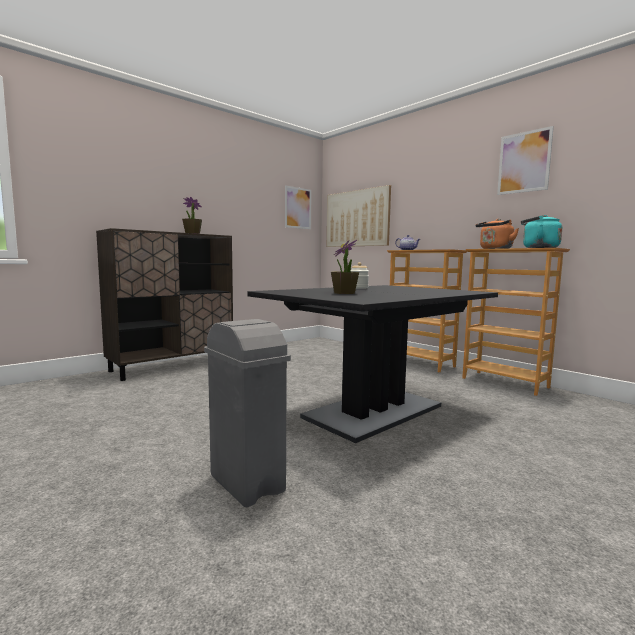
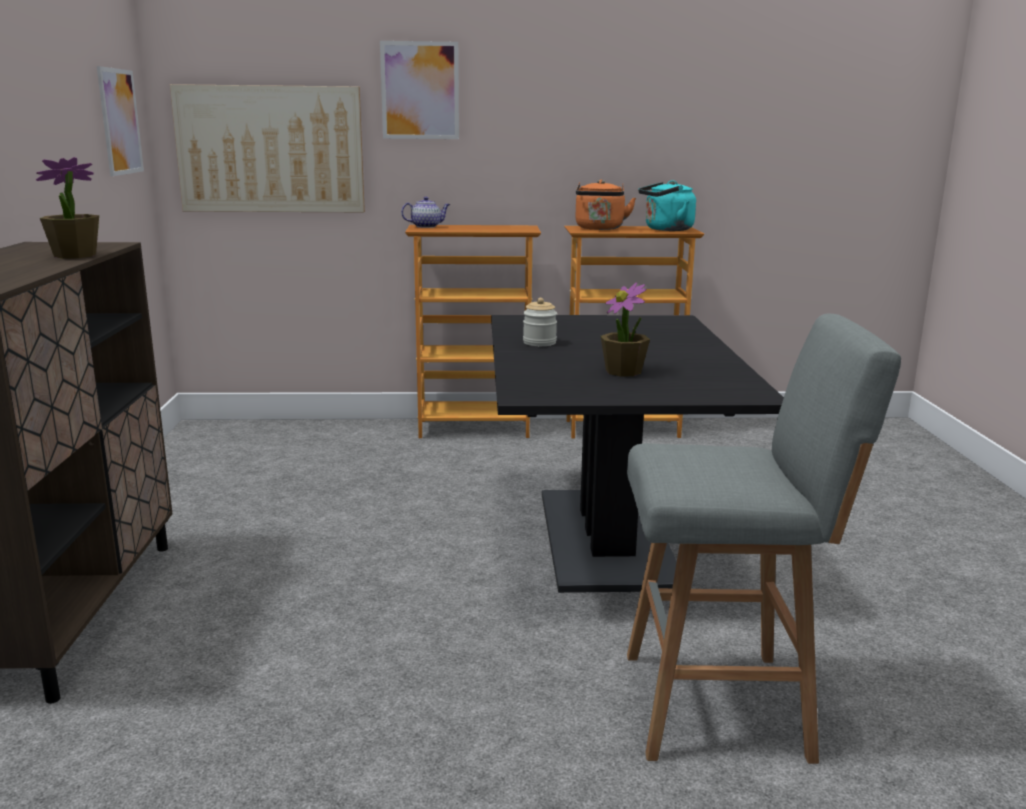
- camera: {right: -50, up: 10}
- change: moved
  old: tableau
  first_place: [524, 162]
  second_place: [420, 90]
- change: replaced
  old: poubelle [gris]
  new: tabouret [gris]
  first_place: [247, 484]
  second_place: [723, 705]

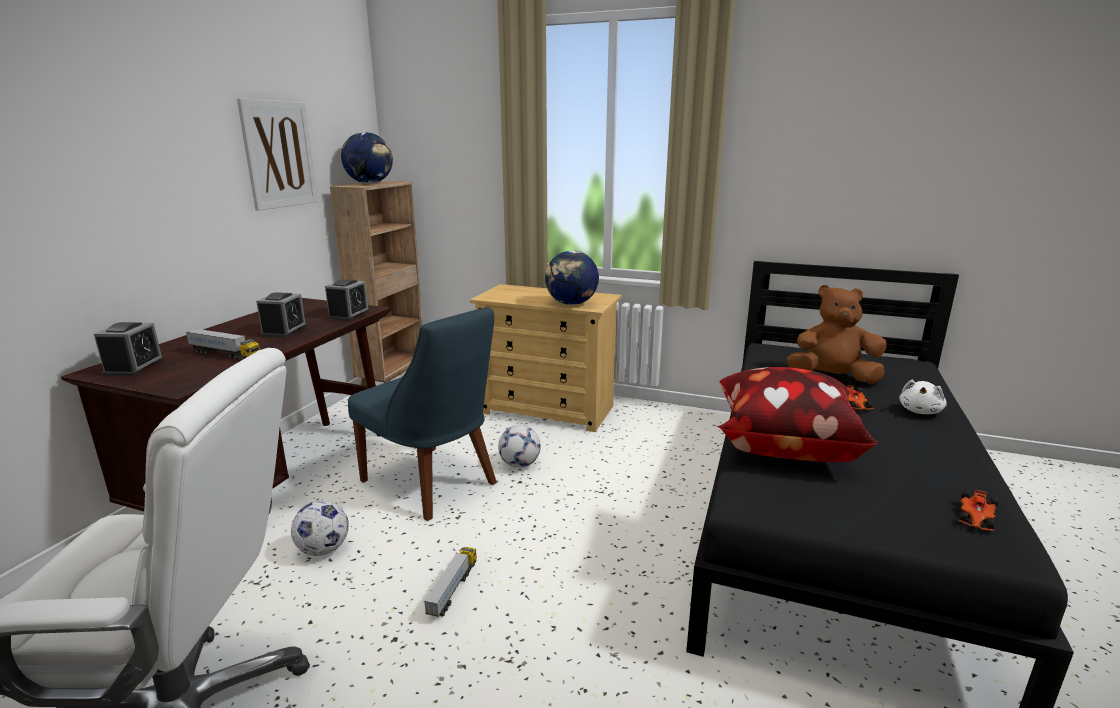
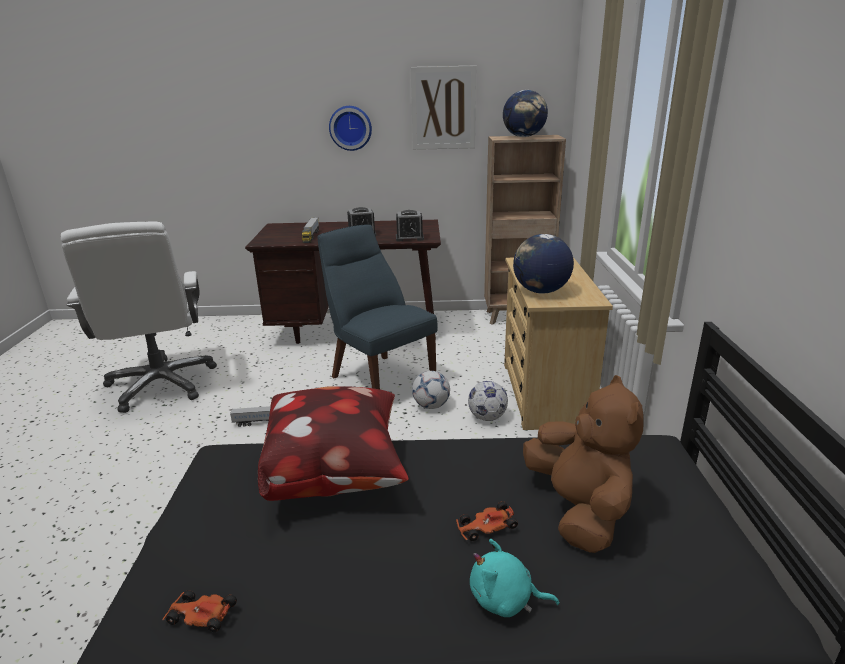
- camera: {right: 70, up: 5}
- change: turned
  old: chaise [bleu]
  first_place: [433, 484]
  second_place: [379, 379]
  degrees: 120
- change: added
  new: horloge murale
  second_place: [350, 128]
- change: moved
  old: ballon de foot
  first_place: [323, 549]
  second_place: [487, 417]
- change: recoloured
  old: peluche [blanc]
  new: peluche [turquoise]
  first_place: [920, 411]
  second_place: [505, 600]
- change: removed
  old: réveil
  first_place: [134, 367]

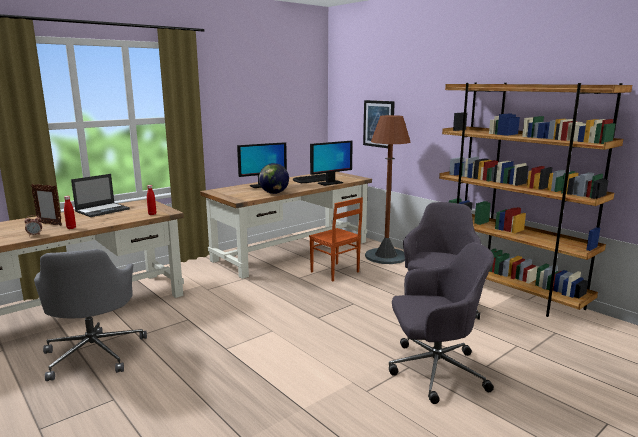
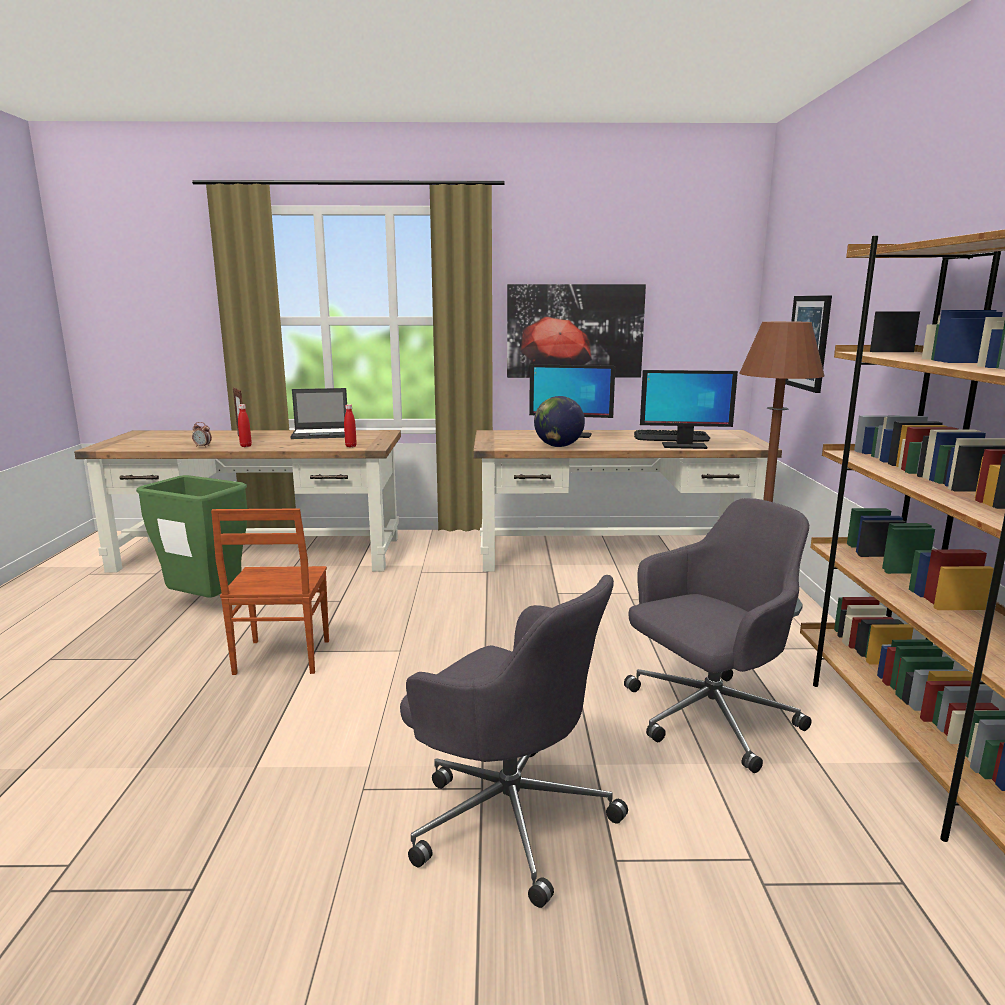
- camera: {right: 40, up: 0}
- change: replaced
  old: chaise de bureau [gris]
  new: poubelle [vert]
  first_place: [94, 353]
  second_place: [205, 604]
- change: moved
  old: chaise [marron]
  first_place: [335, 272]
  second_place: [280, 658]
- change: added
  new: tableau
  second_place: [574, 331]

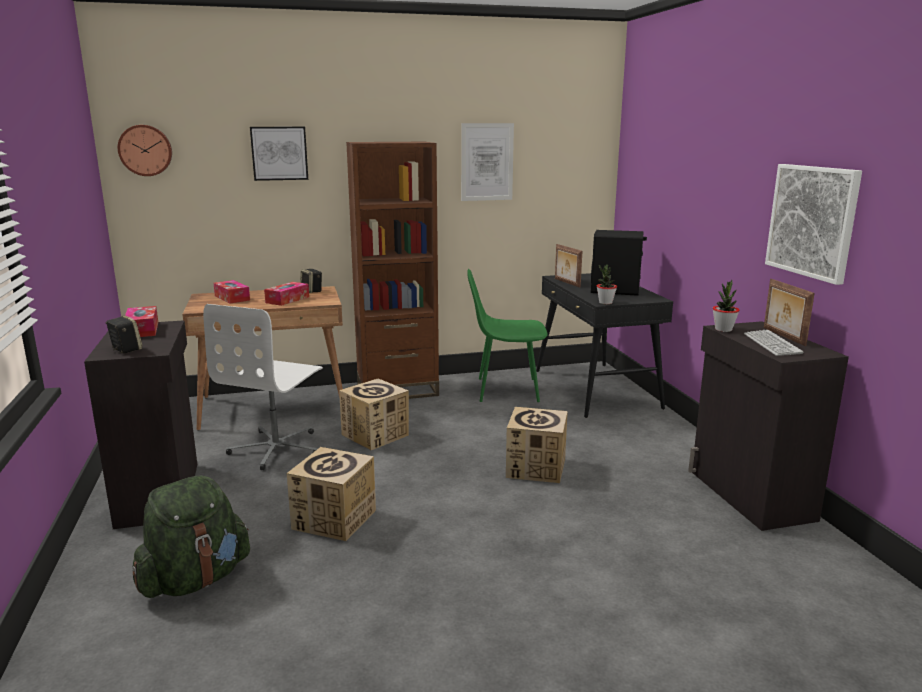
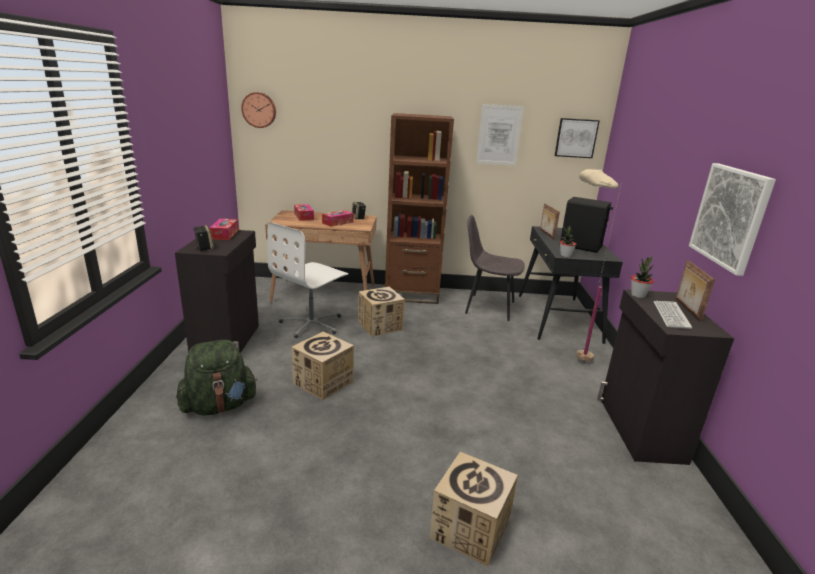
- camera: {right: 15, up: 5}
- change: moved
  old: carton
  first_place: [536, 468]
  second_place: [470, 529]
- change: recoloured
  old: chaise [vert]
  new: chaise [gris]
  first_place: [505, 390]
  second_place: [488, 307]
- change: moved
  old: tableau
  first_place: [279, 153]
  second_place: [576, 138]
- change: added
  new: lampadaire [beige]
  second_place: [569, 356]

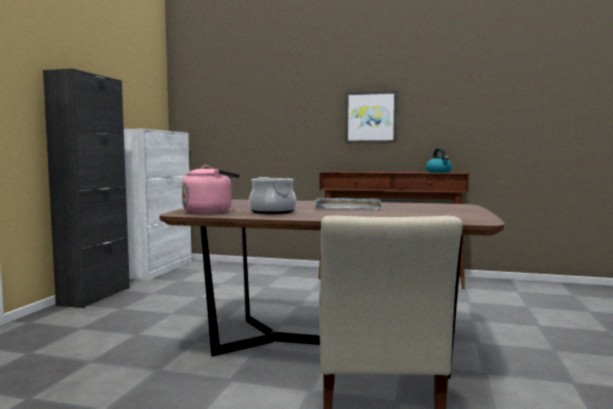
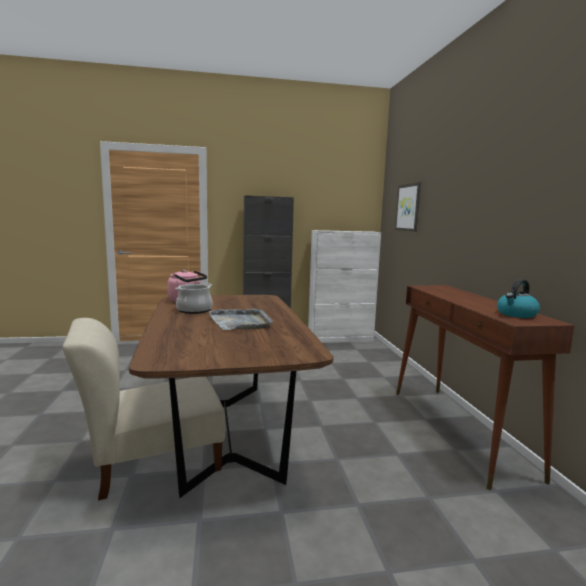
- camera: {right: 65, up: 5}
- change: moved
  old: tableau
  first_place: [371, 117]
  second_place: [408, 207]

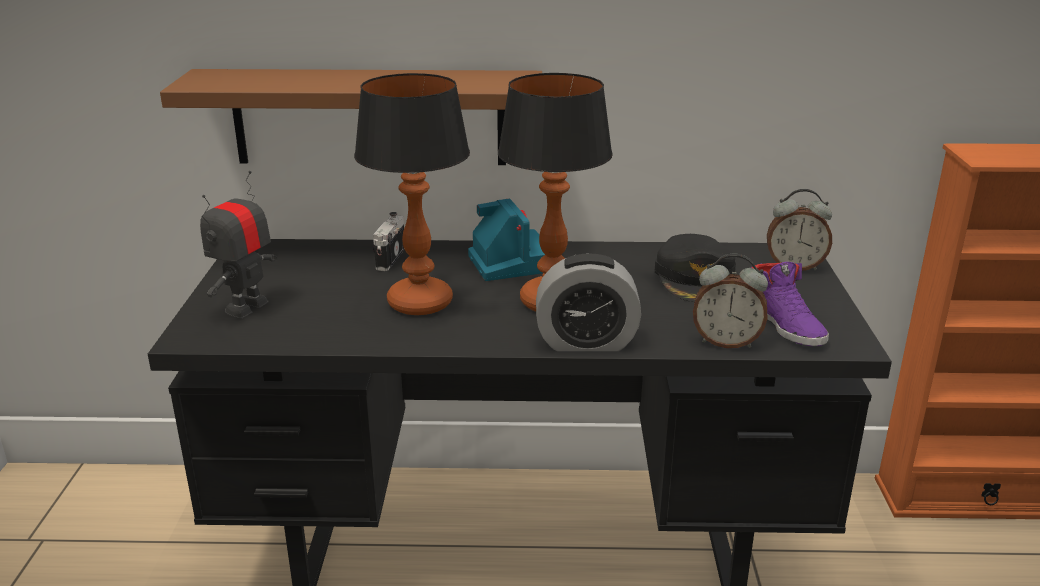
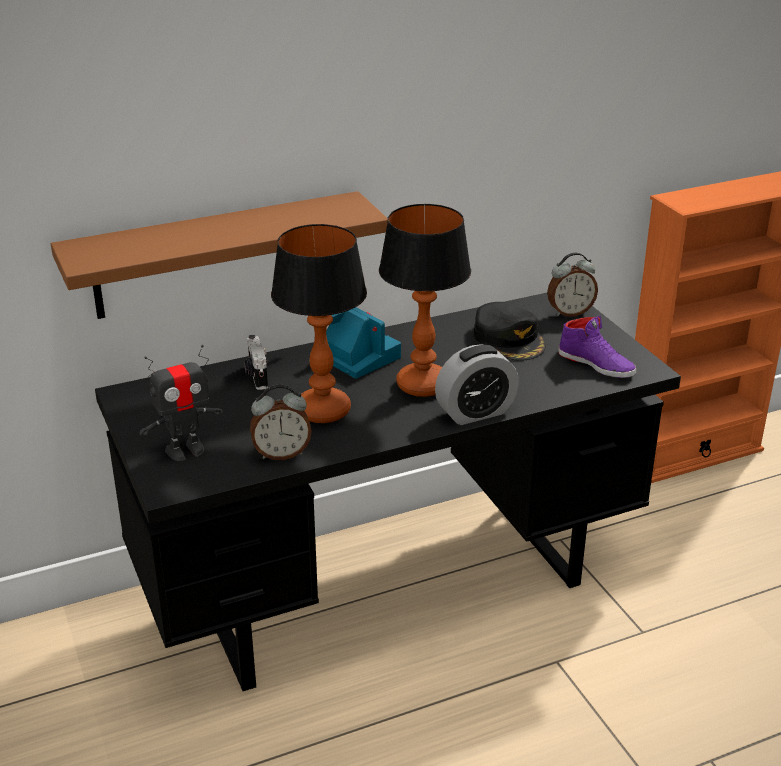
- camera: {right: -25, up: 5}
- change: turned
  old: robot jouet
  first_place: [246, 307]
  second_place: [185, 450]
  degrees: -120
- change: moved
  old: réveil
  first_place: [726, 342]
  second_place: [281, 454]

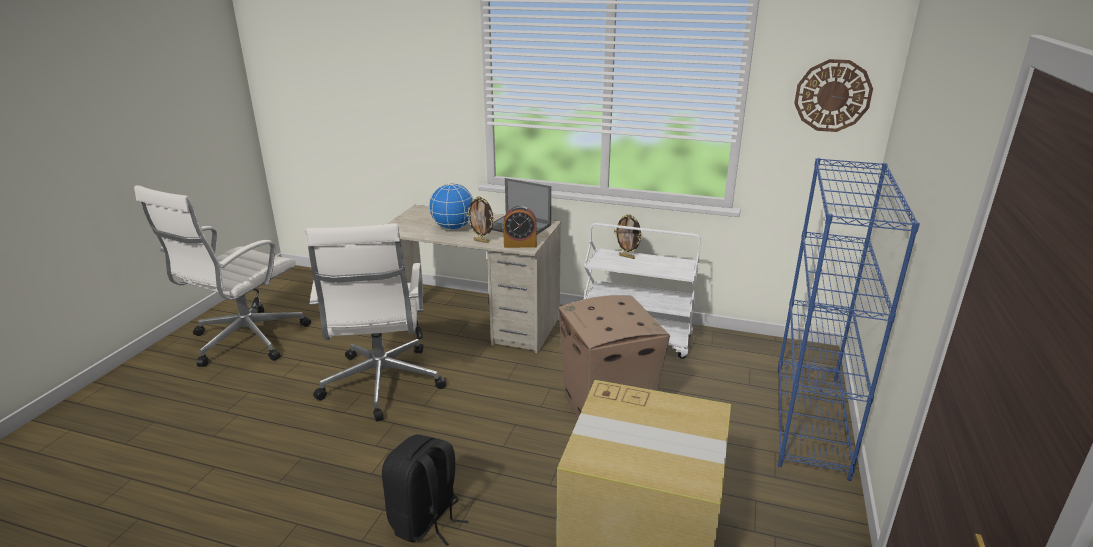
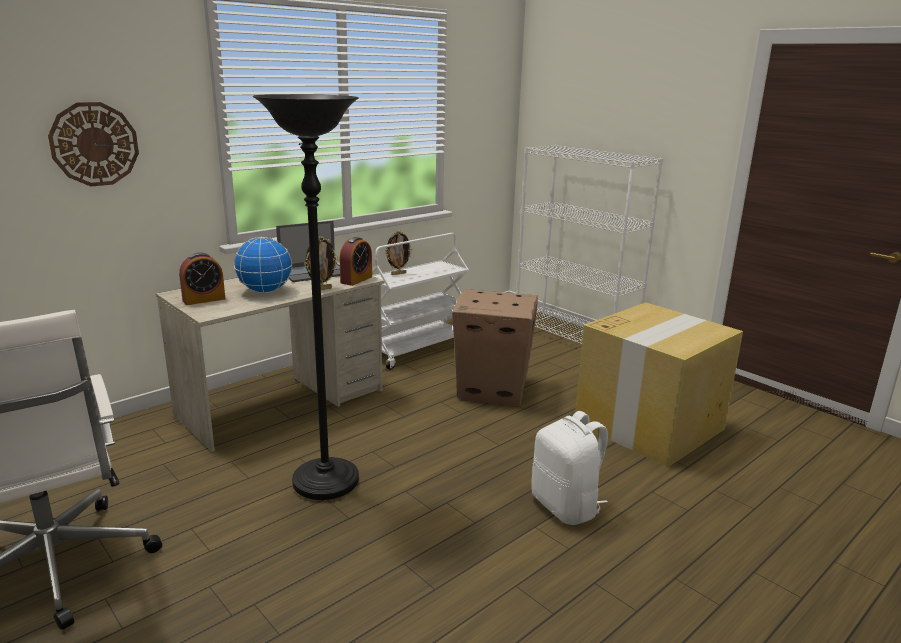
- camera: {right: -60, up: -5}
- change: moved
  old: horloge murale
  first_place: [832, 95]
  second_place: [94, 144]
- change: added
  new: réveil
  second_place: [204, 299]
- change: replaced
  old: chaise de bureau [blanc]
  new: lampadaire [noir]
  first_place: [381, 385]
  second_place: [326, 482]
- change: recoloured
  old: bibliothèque [bleu]
  new: bibliothèque [blanc]
  first_place: [811, 420]
  second_place: [574, 337]
- change: recoloured
  old: sac à dos [noir]
  new: sac à dos [blanc]
  first_place: [426, 520]
  second_place: [566, 507]

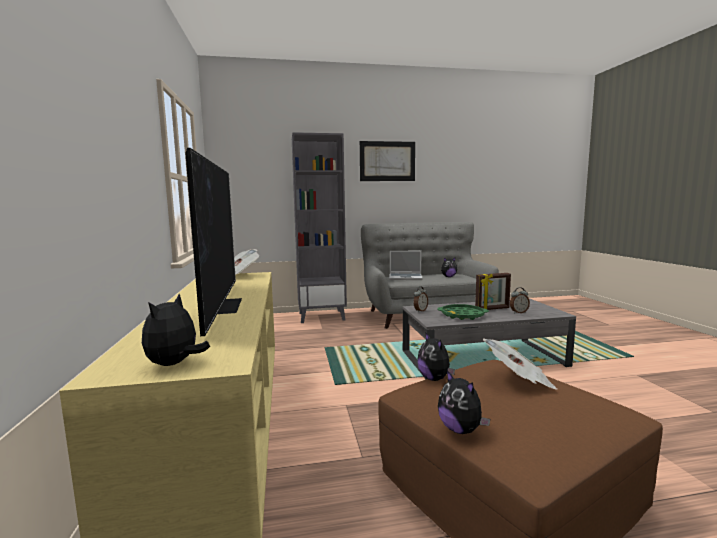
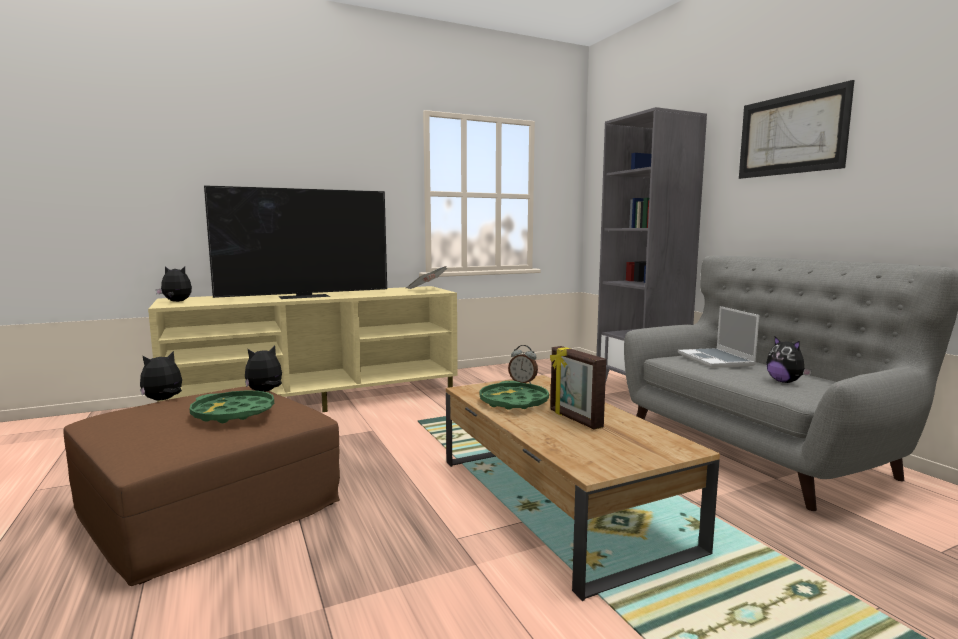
- camera: {right: 75, up: 0}
- change: replaced
  old: journal
  new: plateau [vert]
  first_place: [518, 380]
  second_place: [233, 413]
- change: recoloured
  old: table basse [gris]
  new: table basse [marron]
  first_place: [483, 358]
  second_place: [558, 502]
- change: removed
  old: réveil
  first_place: [518, 312]

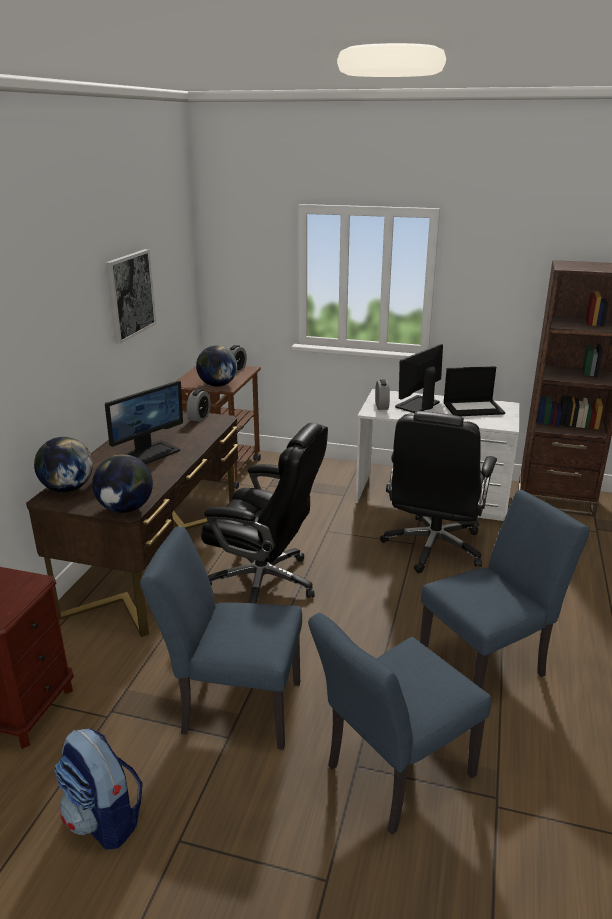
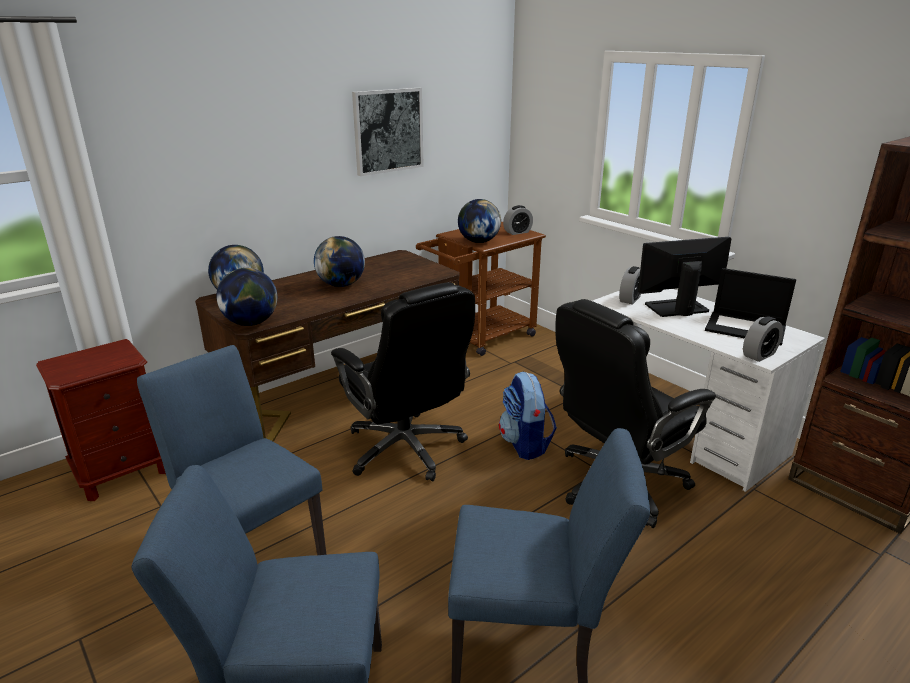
- camera: {right: 35, up: 0}
- change: replaced
  old: écran d'ordinateur
  new: globe
  first_place: [150, 453]
  second_place: [341, 285]
- change: moved
  old: sac à dos
  first_place: [104, 819]
  second_place: [525, 444]
- change: moved
  old: réveil
  first_place: [199, 417]
  second_place: [759, 355]

